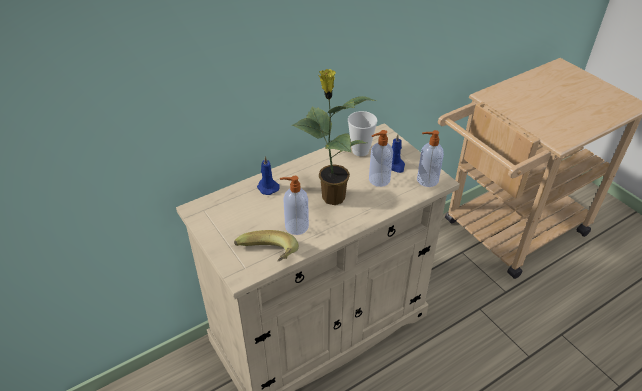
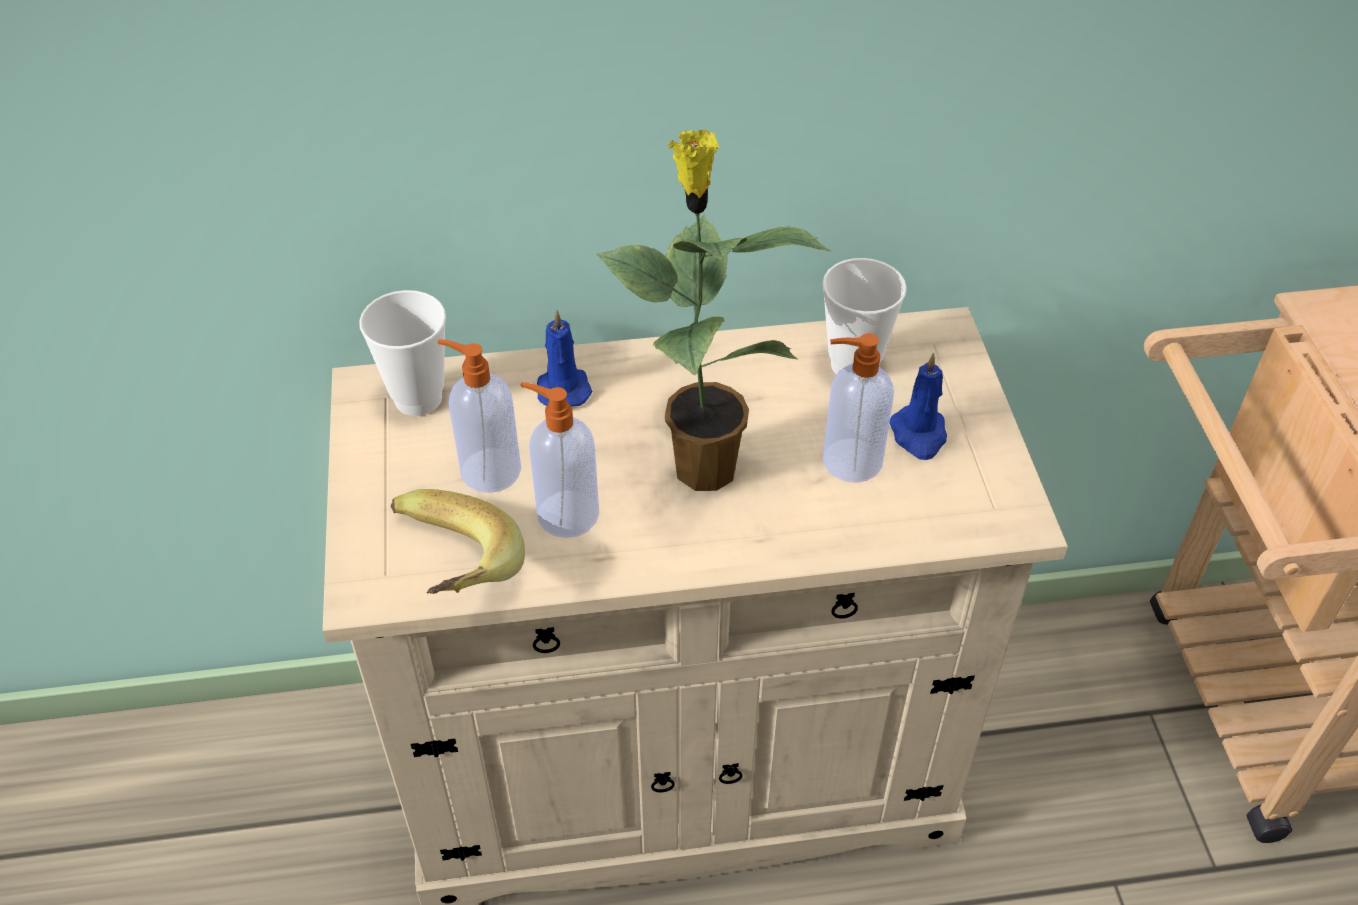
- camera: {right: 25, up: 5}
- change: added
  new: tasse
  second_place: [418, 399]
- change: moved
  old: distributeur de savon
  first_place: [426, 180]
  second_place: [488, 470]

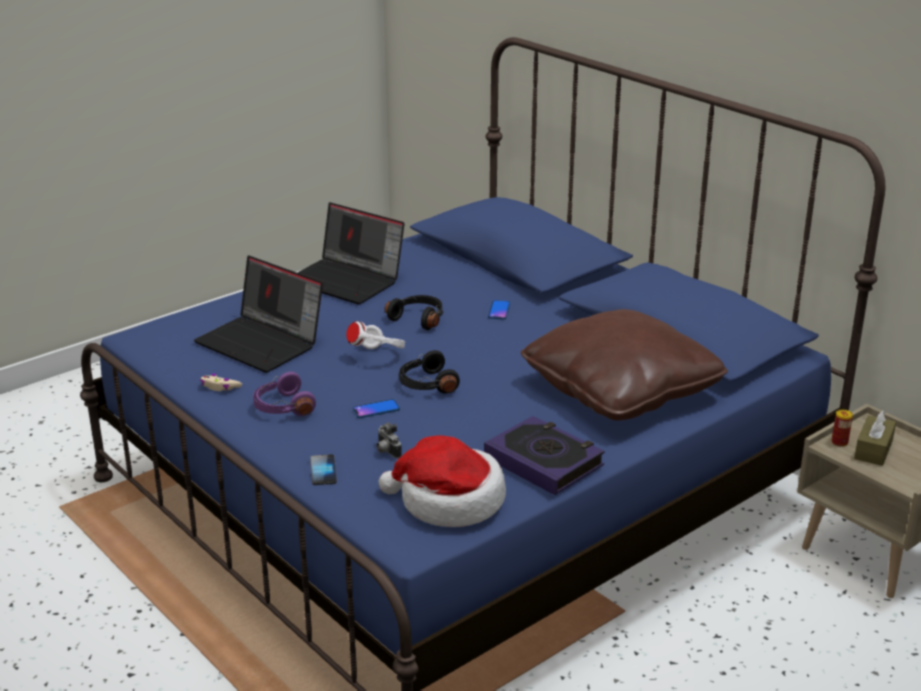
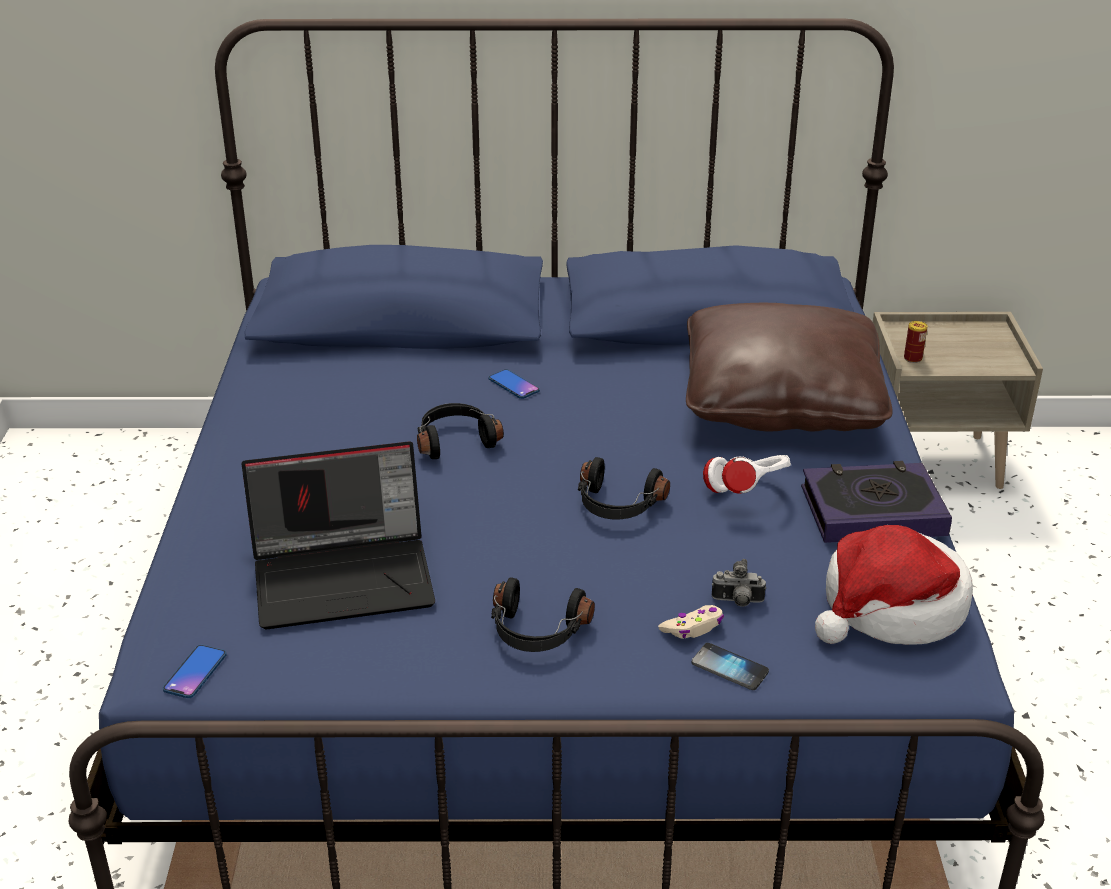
- camera: {right: -50, up: 5}
- change: moved
  old: téléphone
  first_place: [376, 409]
  second_place: [195, 672]
- change: recoloured
  old: casque audio [violet]
  new: casque audio [noir]
  first_place: [282, 407]
  second_place: [537, 632]
- change: moved
  old: manette [beige]
  first_place: [220, 387]
  second_place: [693, 628]
- change: moved
  old: casque audio [blanc]
  first_place: [378, 356]
  second_place: [747, 494]
- change: removed
  old: ordinateur portable
  first_place: [347, 280]
- change: removed
  old: boîte à mouchoirs [marron]
  first_place: [873, 449]

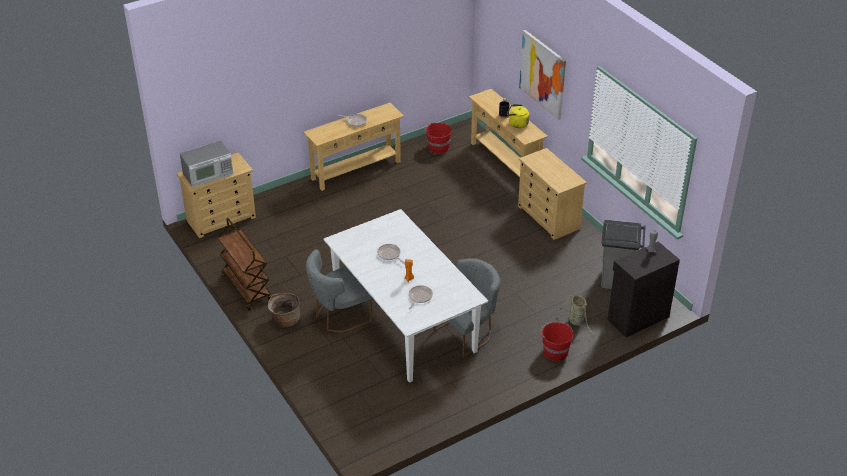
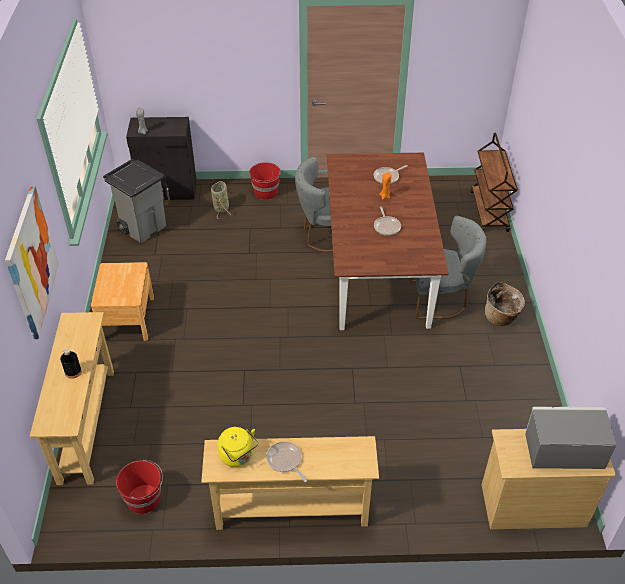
- camera: {right: -150, up: 5}
- change: replaced
  old: commode [beige]
  new: table de chevet [marron]
  first_place: [548, 218]
  second_place: [128, 318]
- change: moved
  old: bouilloire [jaune]
  first_place: [517, 124]
  second_place: [238, 456]
- change: recoloured
  old: table à manger [blanc]
  new: table à manger [marron]
  first_place: [404, 321]
  second_place: [377, 268]
- change: moved
  old: chariot [marron]
  first_place: [246, 287]
  second_place: [489, 212]

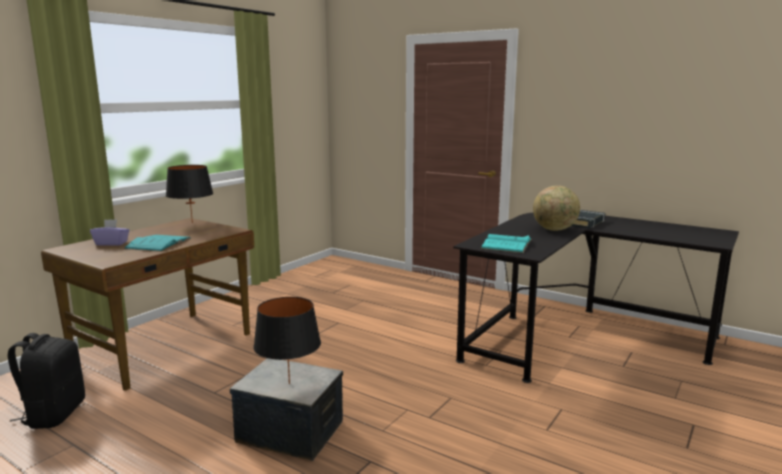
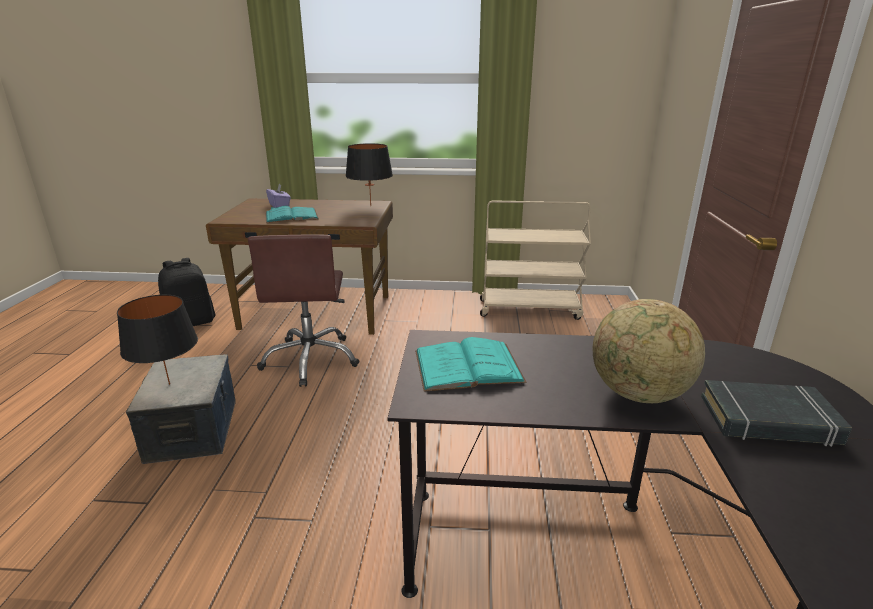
- camera: {right: 60, up: 10}
- change: added
  new: chaise de bureau [marron]
  second_place: [311, 359]
- change: added
  new: chariot [beige]
  second_place: [530, 309]

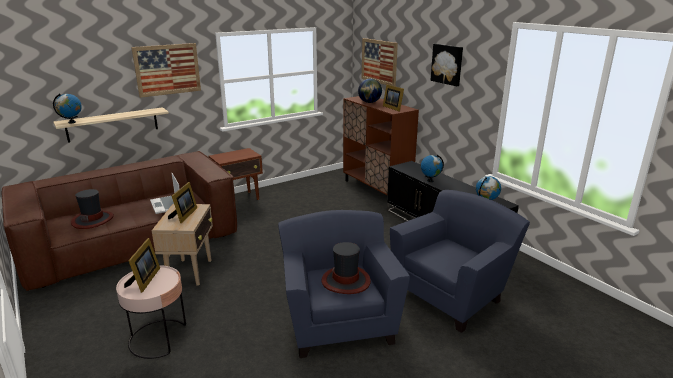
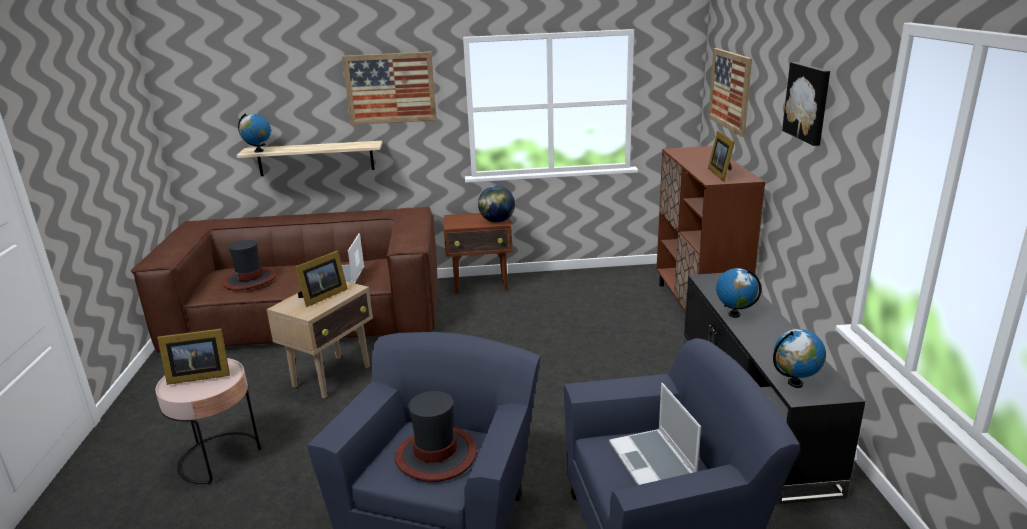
- camera: {right: 30, up: 0}
- change: turned
  old: cadre photo
  first_place: [144, 280]
  second_place: [198, 376]
  degrees: 45
- change: moved
  old: globe
  first_place: [369, 102]
  second_place: [497, 221]
- change: added
  new: ordinateur portable
  second_place: [653, 461]

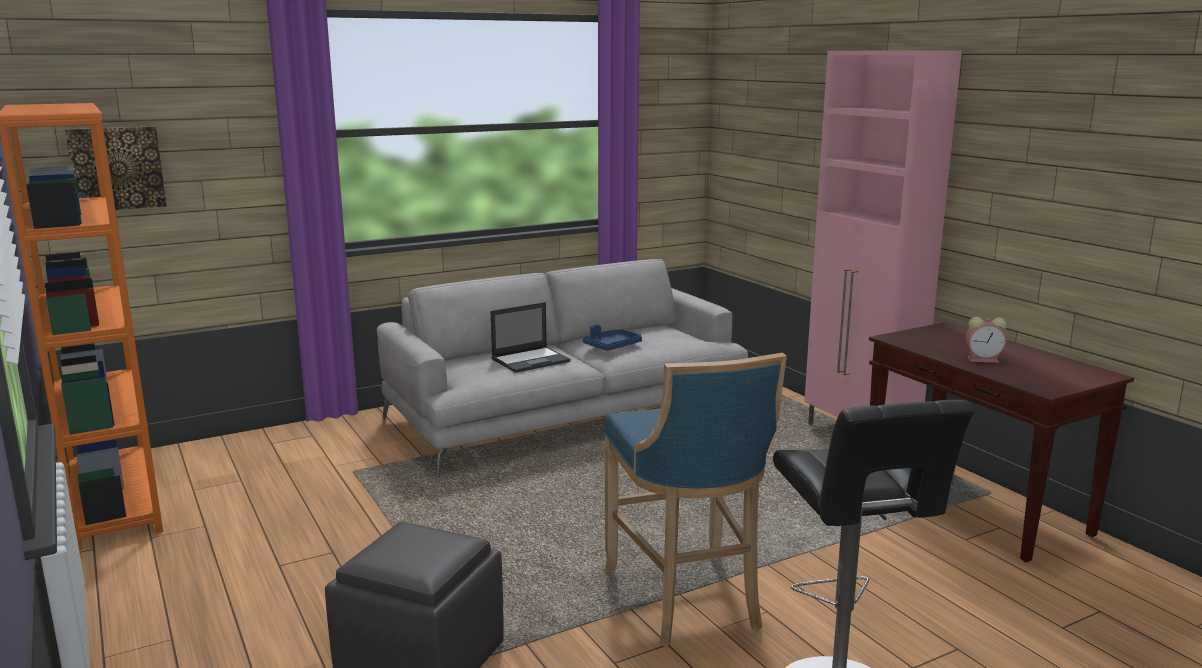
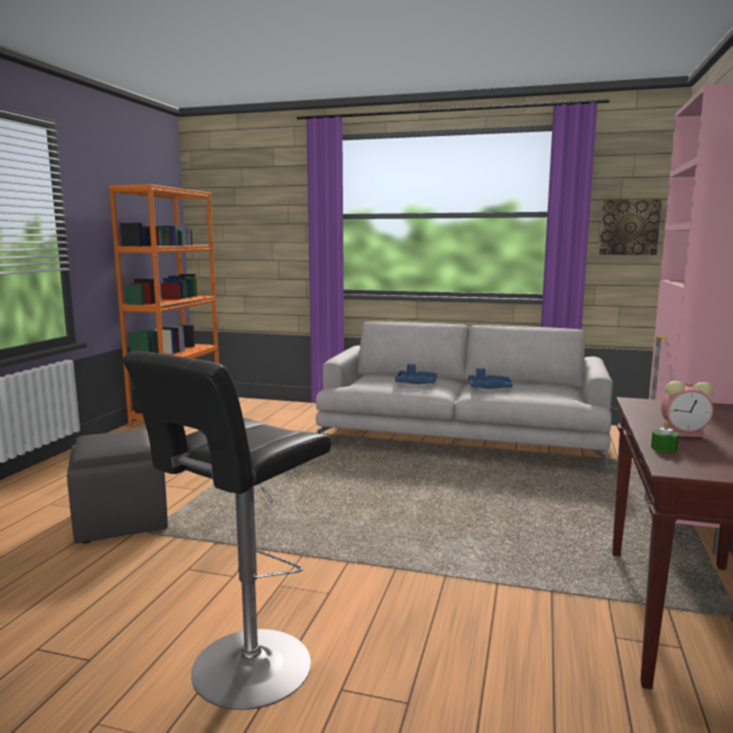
- camera: {right: 45, up: -5}
- change: replaced
  old: ordinateur portable
  new: plateau [bleu]
  first_place: [531, 360]
  second_place: [416, 383]
- change: moved
  old: tableau
  first_place: [117, 168]
  second_place: [629, 227]
- change: added
  new: bougie [vert]
  second_place: [664, 448]
- change: turned
  old: réveil
  first_place: [984, 359]
  second_place: [685, 433]
  degrees: -45
- change: removed
  old: tabouret [bleu]
  first_place: [687, 601]

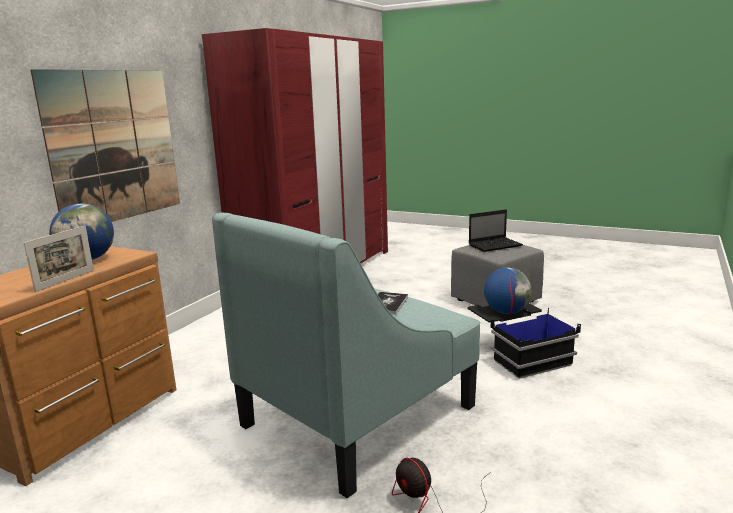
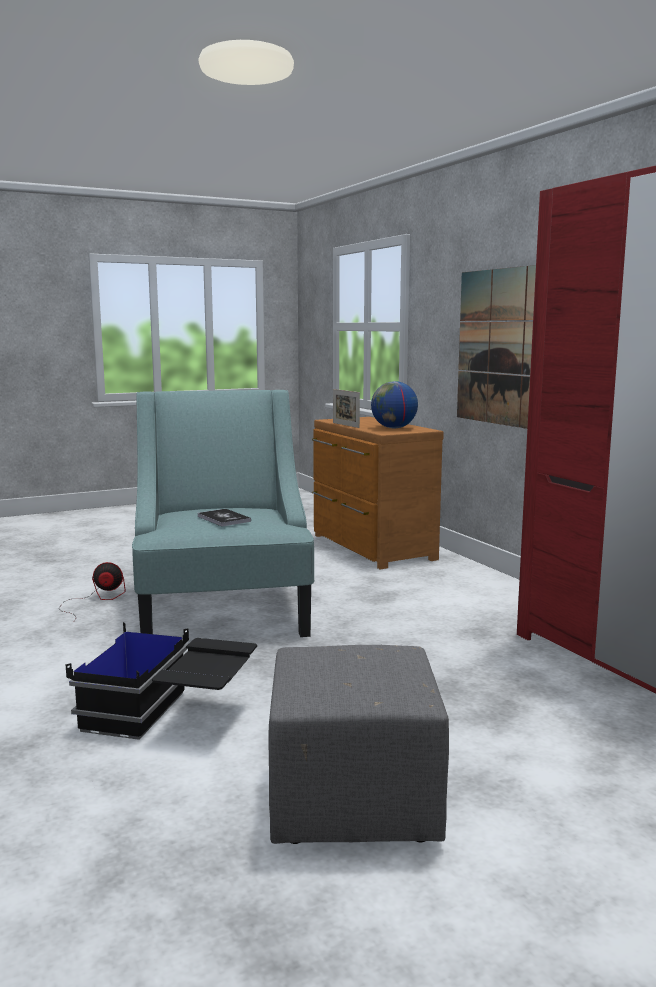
- camera: {right: 125, up: -5}
- change: removed
  old: ordinateur portable
  first_place: [495, 245]
- change: removed
  old: globe
  first_place: [506, 312]

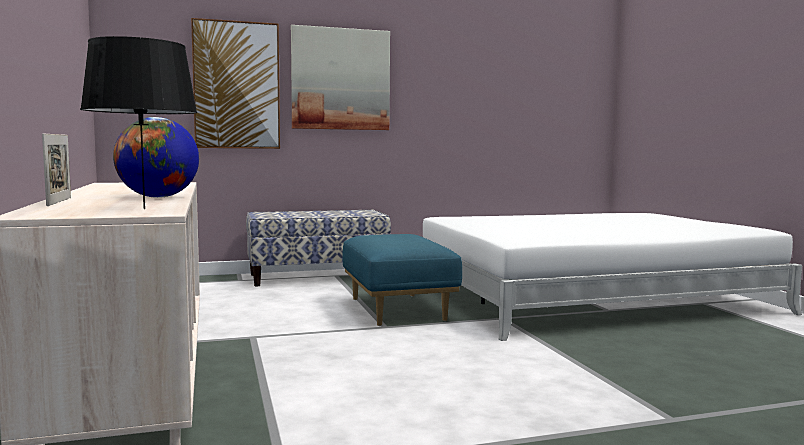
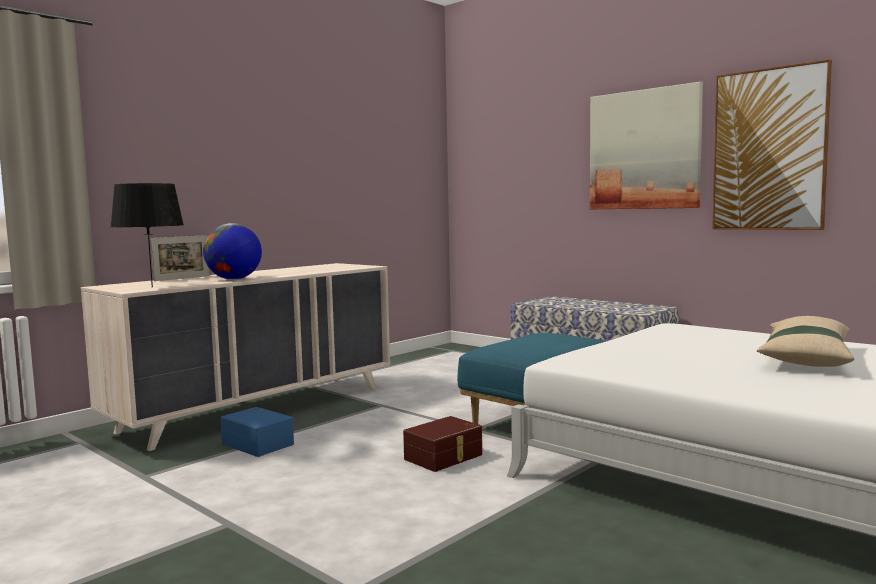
- camera: {right: 60, up: 0}
- change: added
  new: boîte de rangement [bleu]
  second_place: [259, 443]
- change: added
  new: boîte de rangement [marron]
  second_place: [444, 457]
- change: moved
  old: tableau
  first_place: [236, 85]
  second_place: [769, 150]
- change: added
  new: coussin [beige]
  second_place: [805, 356]

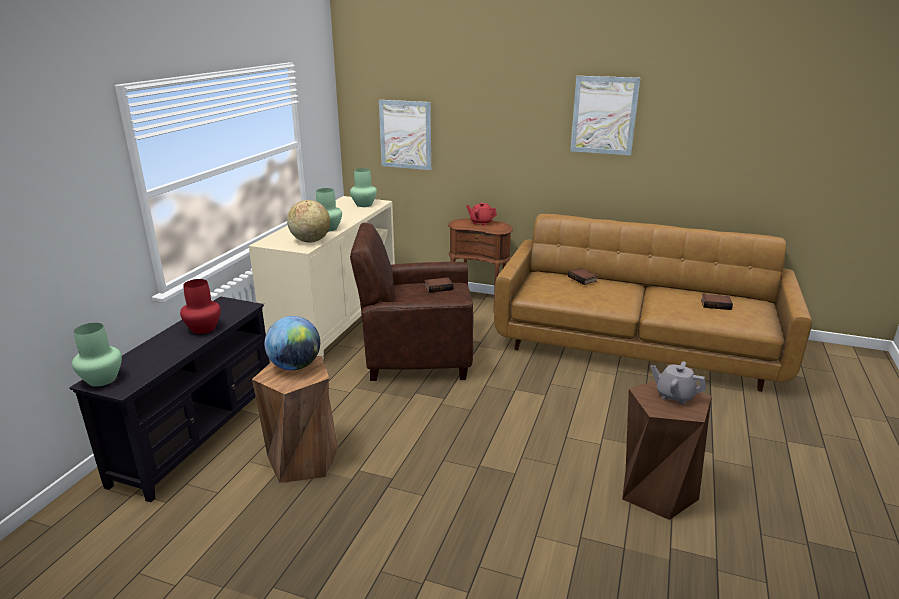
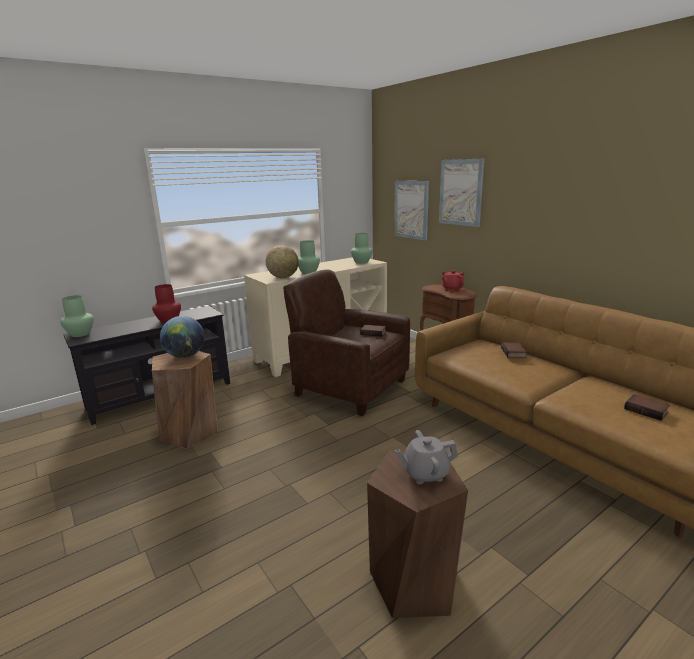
- camera: {right: 35, up: -5}
- change: turned
  old: théière [gris]
  first_place: [674, 395]
  second_place: [425, 473]
  degrees: -75
- change: moved
  old: tableau
  first_place: [604, 115]
  second_place: [460, 192]

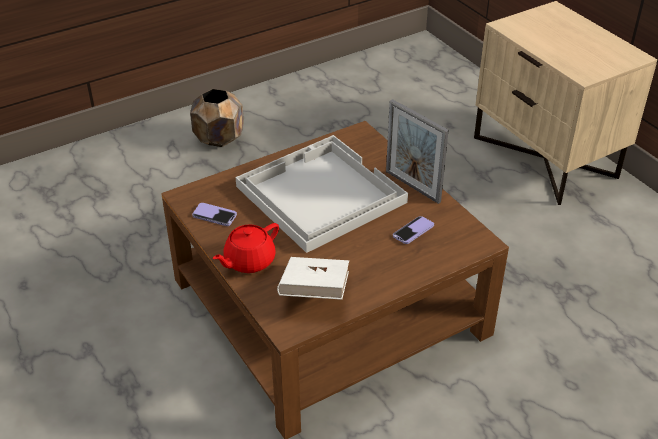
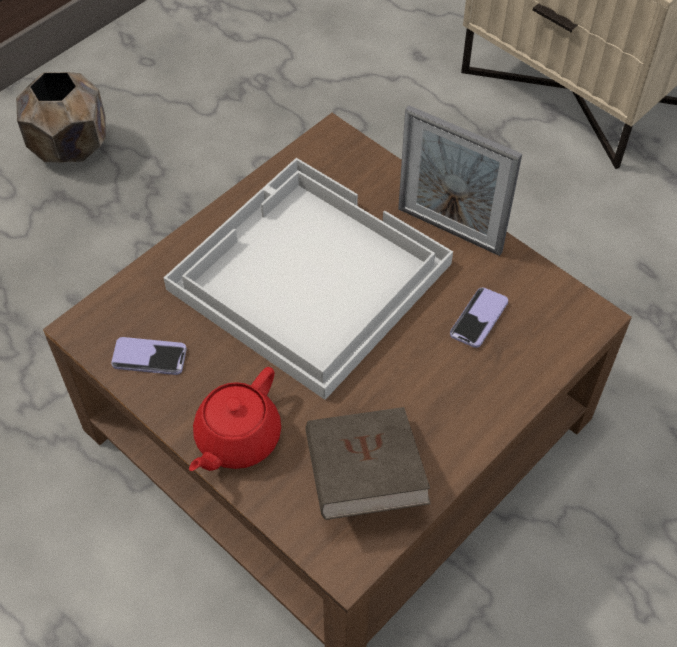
- camera: {right: -15, up: 15}
- change: recoloured
  old: livre [blanc]
  new: livre [marron]
  first_place: [314, 292]
  second_place: [364, 477]

